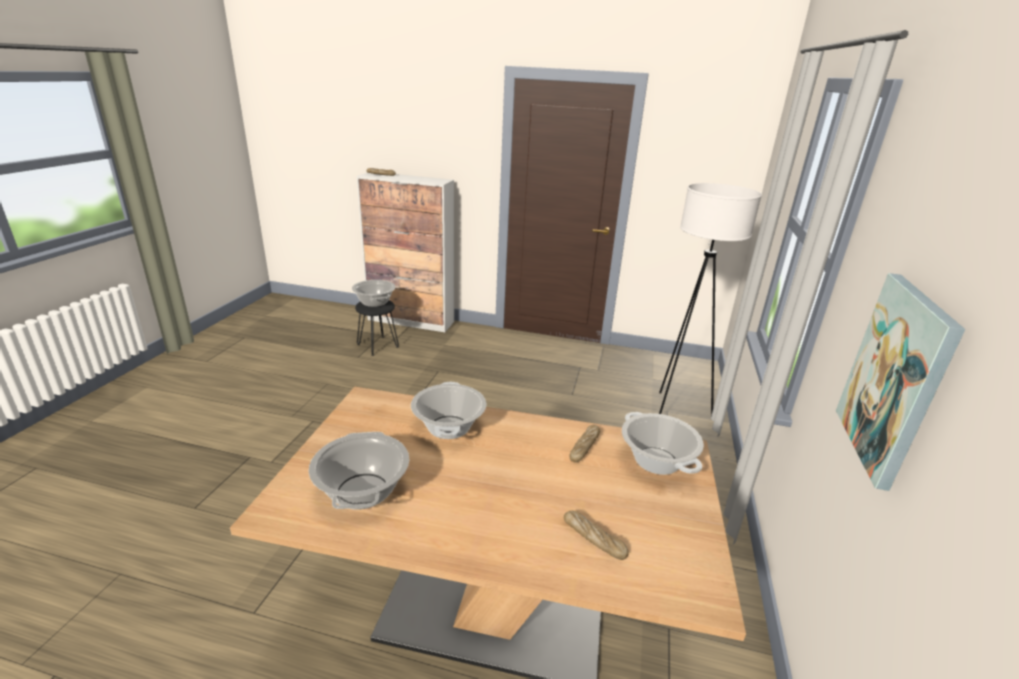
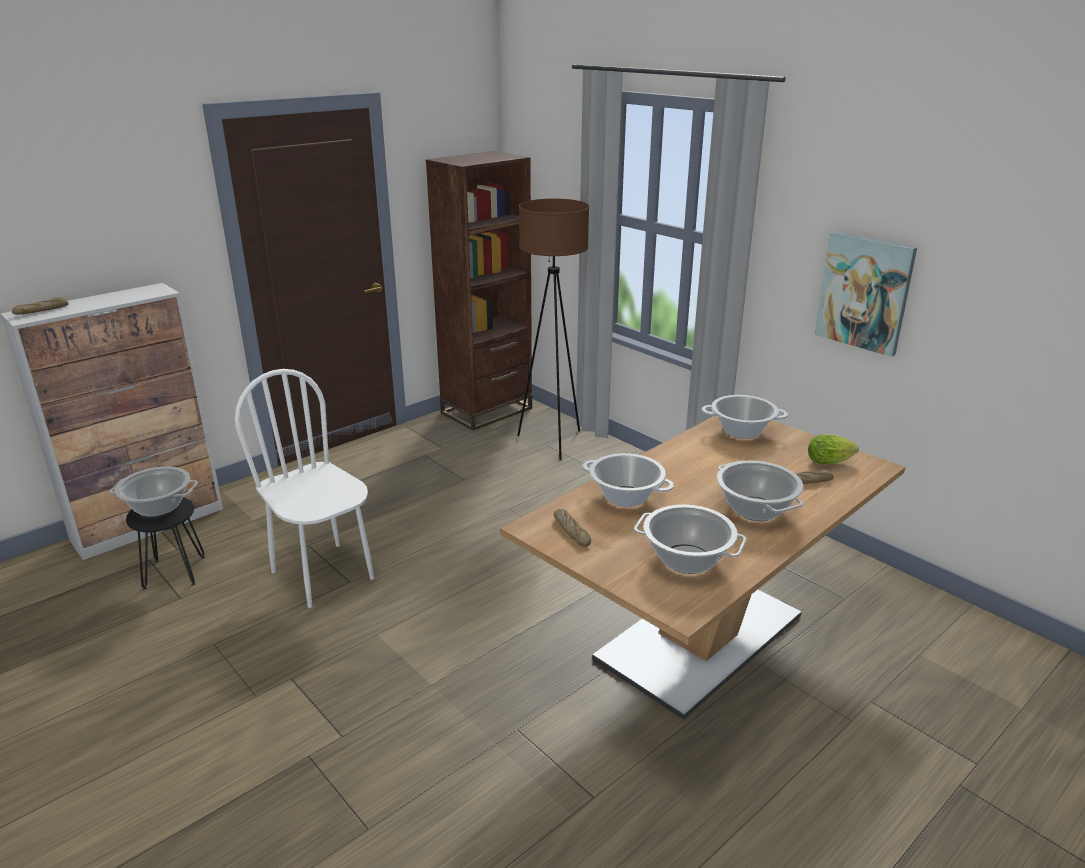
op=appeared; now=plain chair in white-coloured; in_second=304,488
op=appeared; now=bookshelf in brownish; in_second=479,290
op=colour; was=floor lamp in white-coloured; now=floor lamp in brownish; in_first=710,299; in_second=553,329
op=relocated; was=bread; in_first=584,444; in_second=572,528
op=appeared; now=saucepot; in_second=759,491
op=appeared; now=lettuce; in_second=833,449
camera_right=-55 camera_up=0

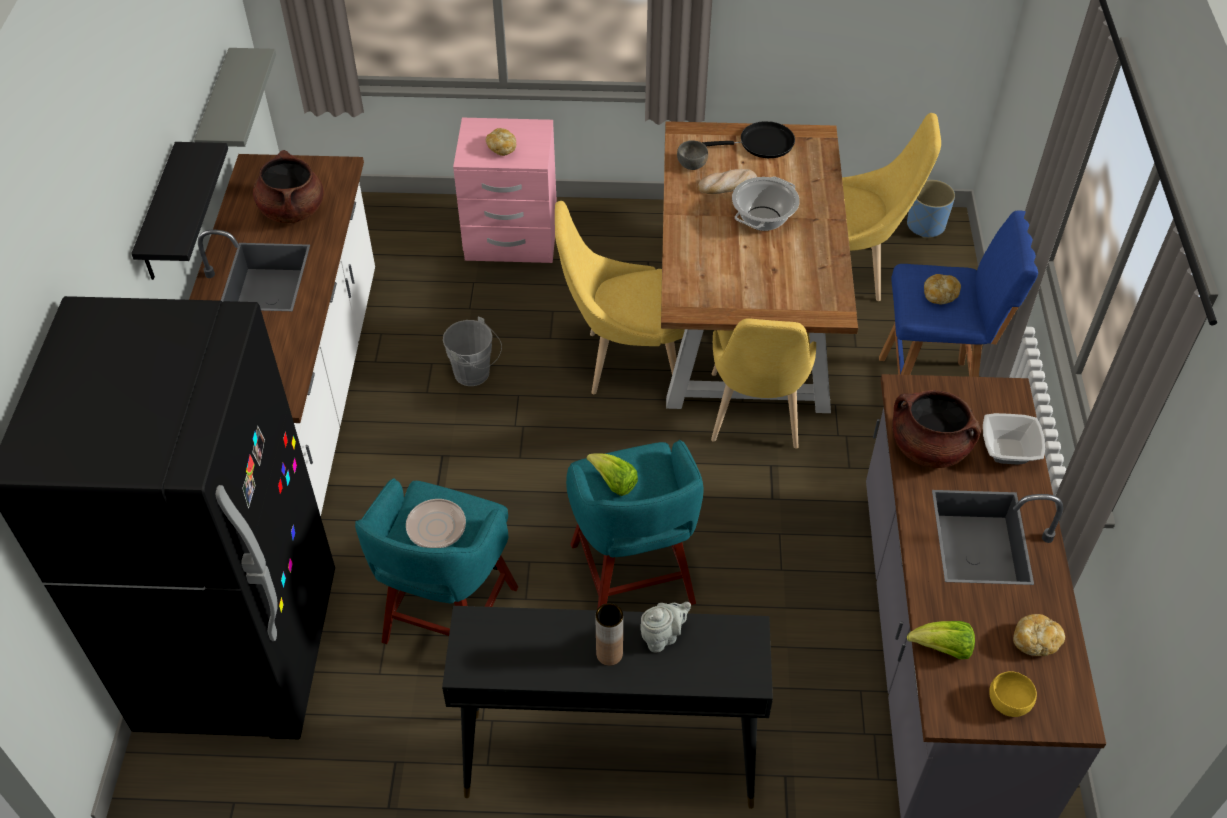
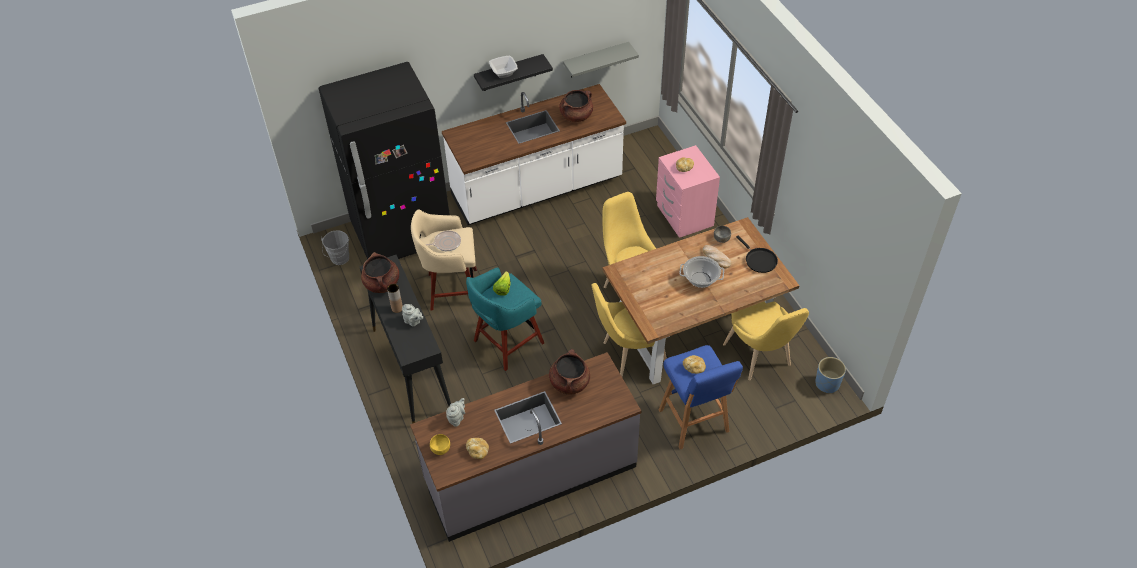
op=relocated; was=pail in gray; in_first=472,351; in_second=335,247
op=appeared; now=saucepot in brownish; in_second=380,272
op=colour; was=sitting stool in turquoise-coloured; now=sitting stool in beige; in_first=436,561; in_second=444,260
op=exchanged; was=lettuce; now=pot for tea in gray; in_first=941,640; in_second=455,412
op=relocated; was=serving bowl; in_first=1014,439; in_second=503,67
camera_right=65 camera_up=0

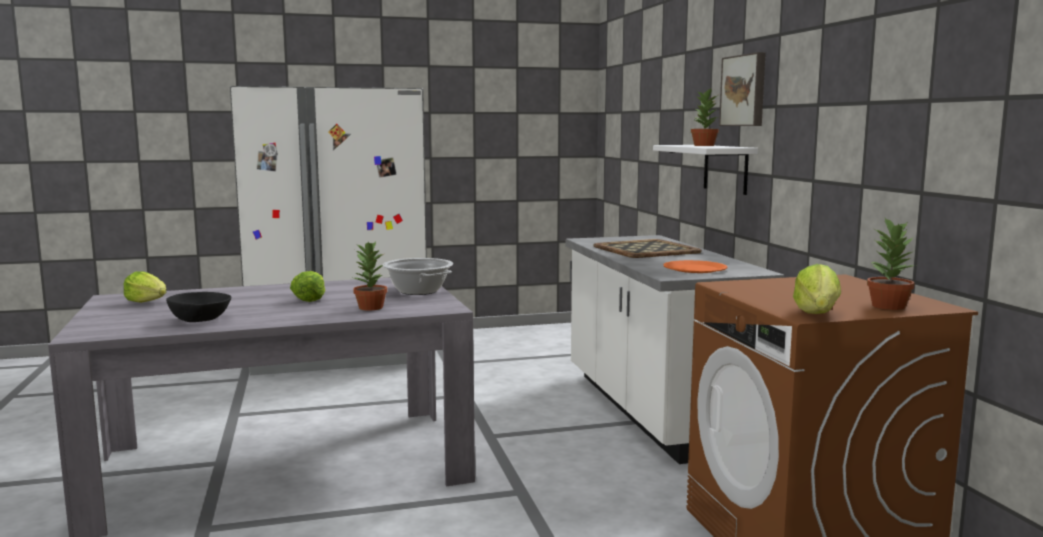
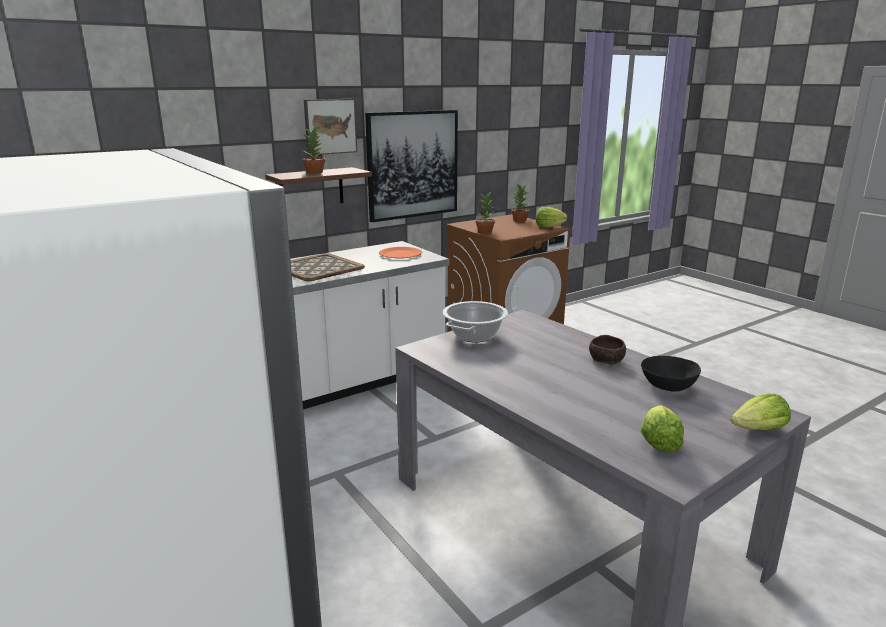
op=colour; was=bracket shelf in white-coloured; now=bracket shelf in brownish; in_first=705,170; in_second=318,185
op=appeared; now=wall picture; in_second=411,166
op=relocated; was=plant in a pot; in_first=370,276; in_second=485,213
op=appeared; now=serving bowl in brownish; in_second=607,350
op=relocated; was=lettuce; in_first=307,286; in_second=761,411
camera_right=-110 camera_up=10

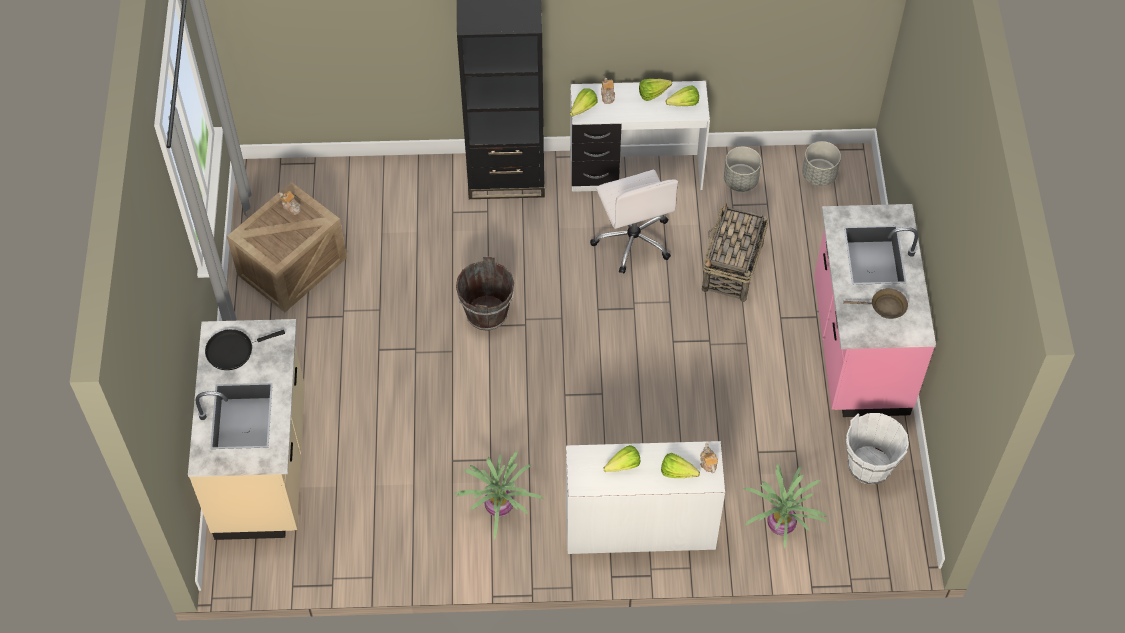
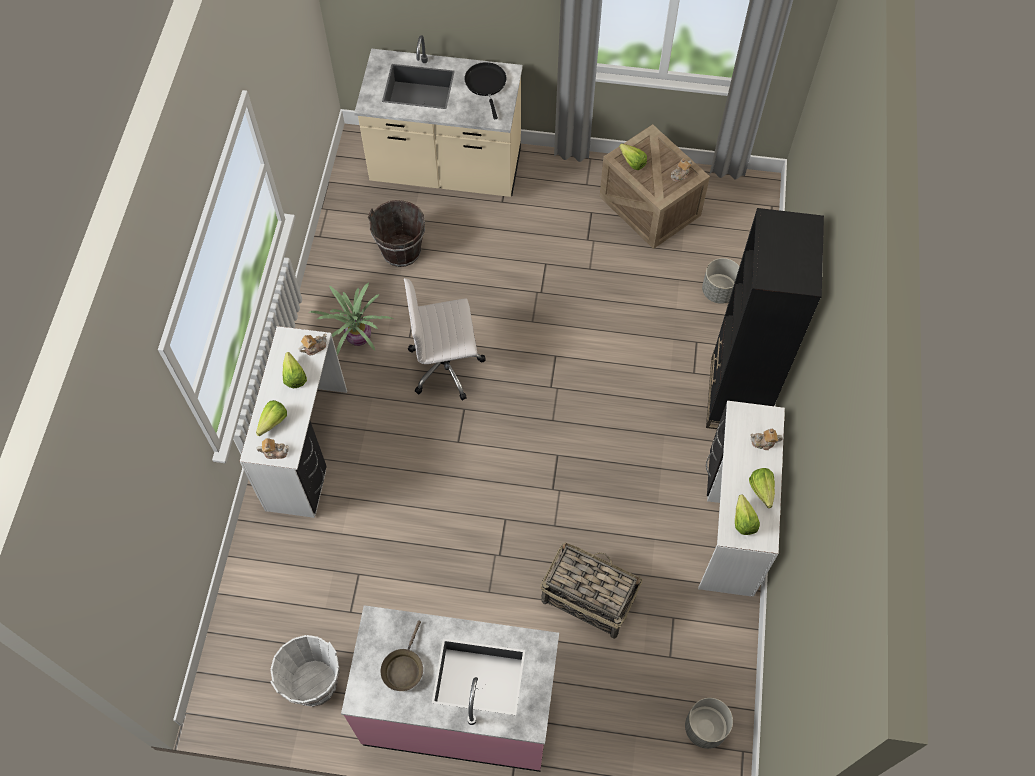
op=appeared; now=pot for tea; in_second=313,344
op=relocated; was=pail in brownish; in_first=485,293; in_second=396,233
op=relocated; was=computer chair in white-coloured; in_first=634,221; in_second=445,339
op=relocated; was=lettuce; in_first=583,102; in_second=633,156
op=relocated; was=plant pot in gray; in_first=742,169; in_second=720,281
op=missing; was=plant in a pot; in_first=785,506
camera_right=100 camera_up=5

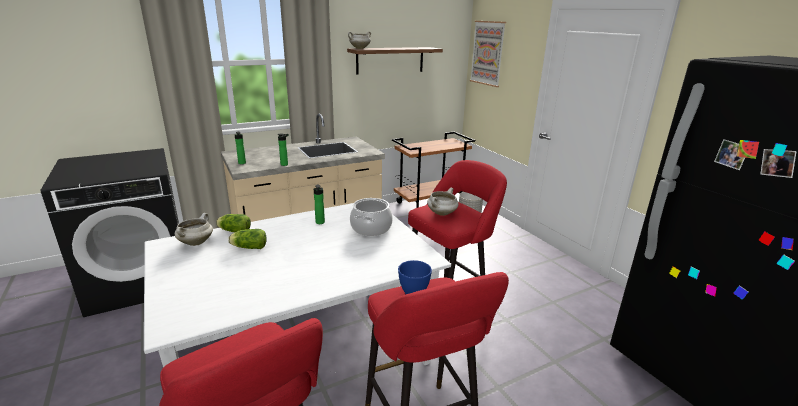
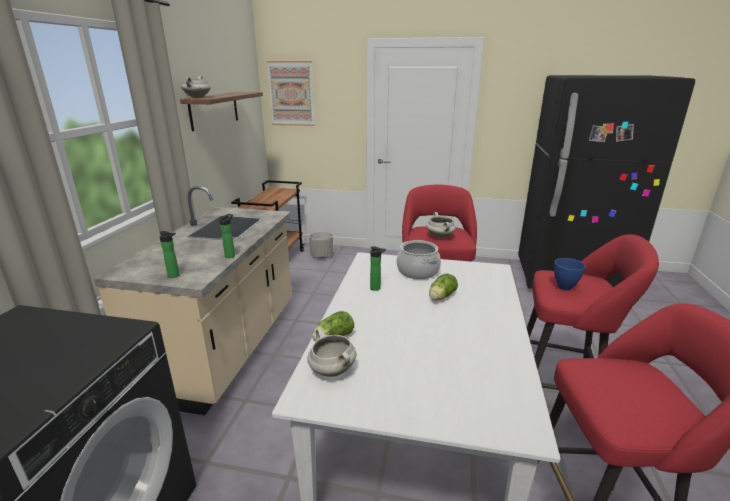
op=relocated; was=lettuce; in_first=247,239; in_second=443,287
camera_right=-50 camera_up=0

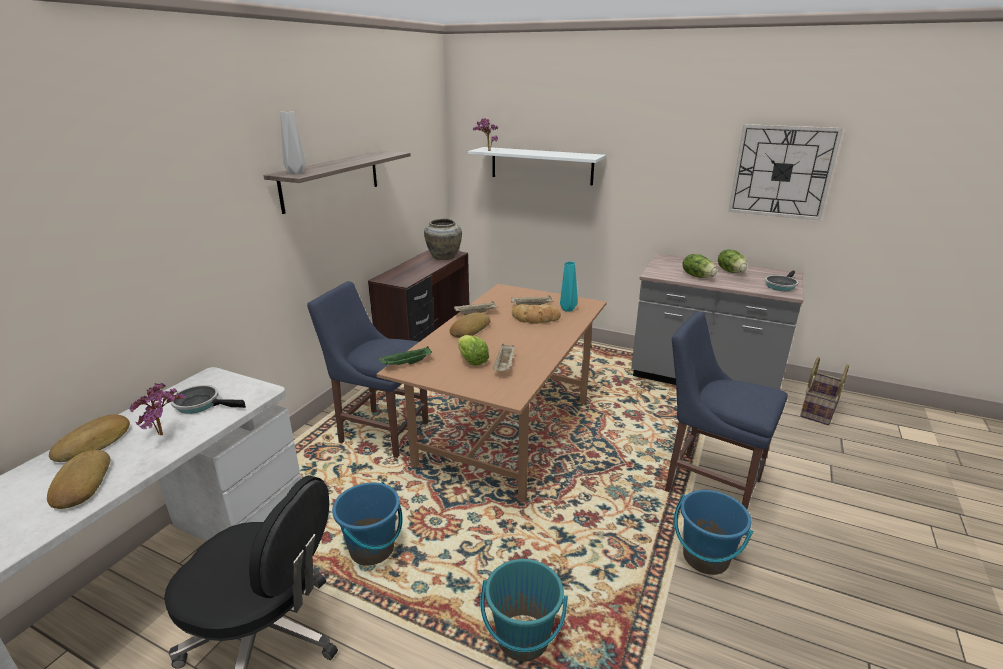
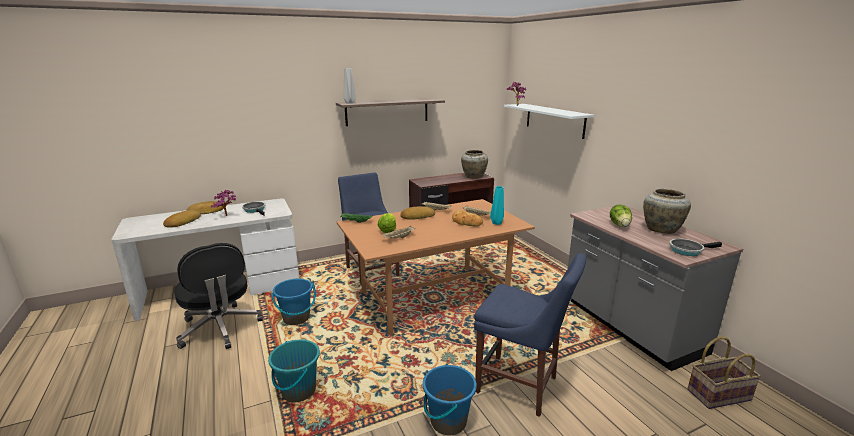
op=spun; was=plain chair in bluish; in_first=726,410; in_second=530,335; clockwise=135
op=exchanged; was=lettuce; now=flower vase in beige; in_first=732,261; in_second=667,211
op=missing; was=hanging clock; in_first=785,172
camera_right=40 camera_up=-5

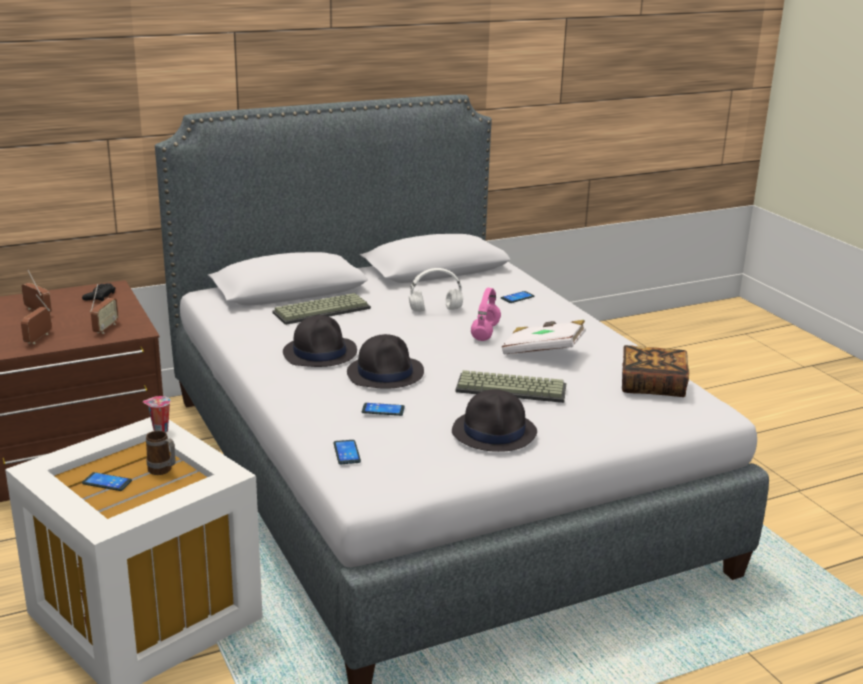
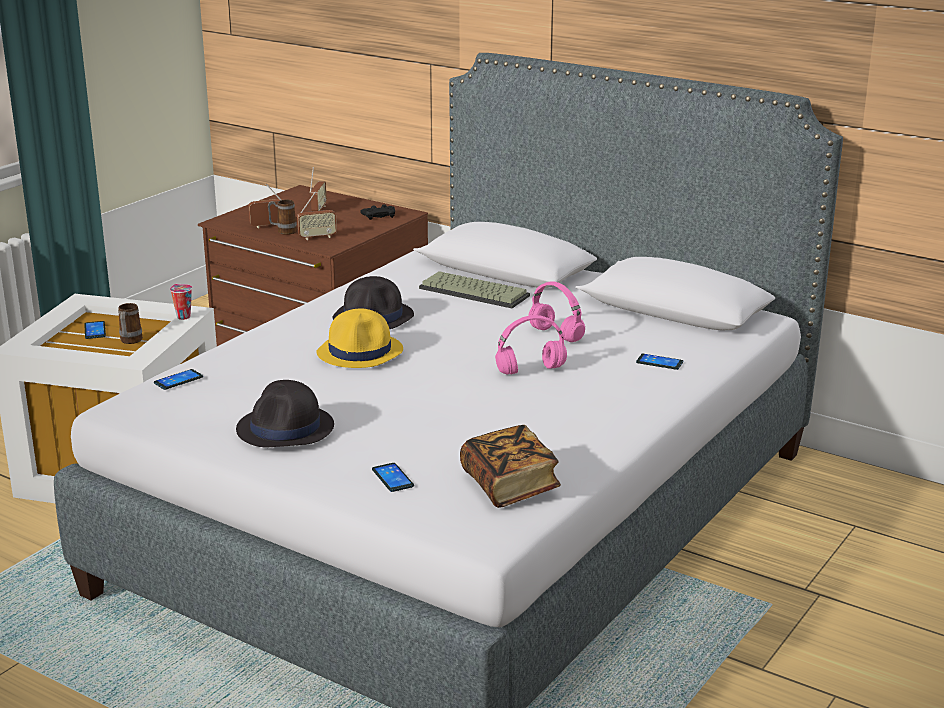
op=appeared; now=coffee mug; in_second=282,217
op=colour; was=wearable hat in blackish; now=wearable hat in yellowish; in_first=385,361; in_second=359,338
op=relocated; was=handset; in_first=383,409; in_second=393,477
op=colour; was=headset in white-coloured; now=headset in pinkish; in_first=436,290; in_second=556,311
op=missing; was=keyboard; in_first=510,386
op=missing; was=book in white-coloured; in_first=544,337
camera_right=60 camera_up=0

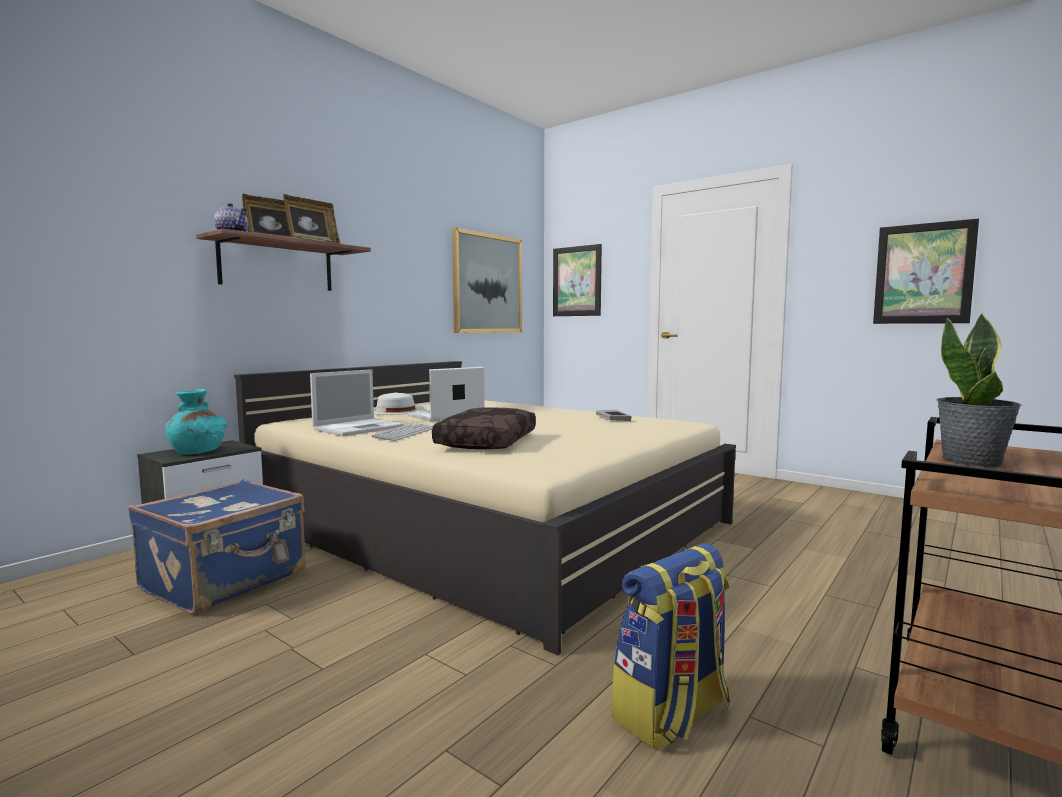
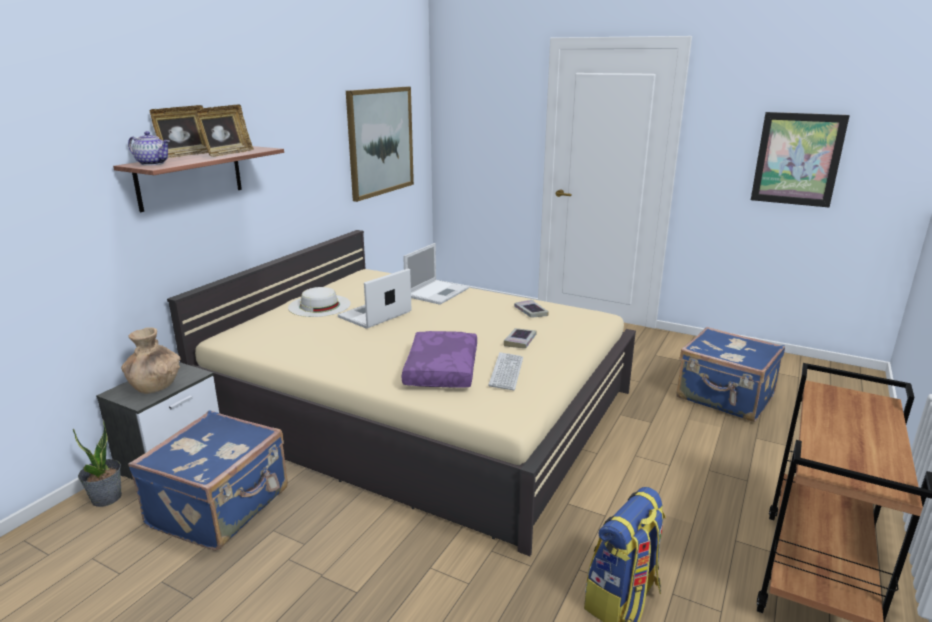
op=relocated; was=plant in a pot; in_first=979,390; in_second=97,463
op=colour; was=flower vase in turquoise-coloured; now=flower vase in brownish; in_first=196,422; in_second=151,360
op=colour; was=pillow in brownish; now=pillow in purple; in_first=484,428; in_second=439,359
op=relocated; was=laptop; in_first=357,402; in_second=436,274
op=relocated; was=keyboard; in_first=402,432; in_second=506,371
op=appeared; now=book; in_second=520,338
op=appeared; now=suitcase in bluish; in_second=730,374
op=missing; was=wall picture; in_first=577,280
camera_right=-10 camera_up=15

